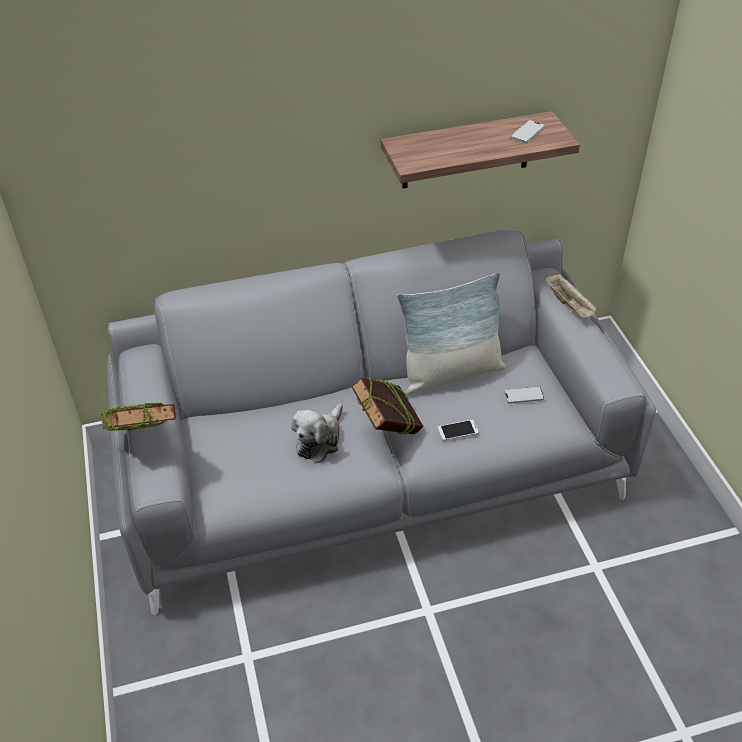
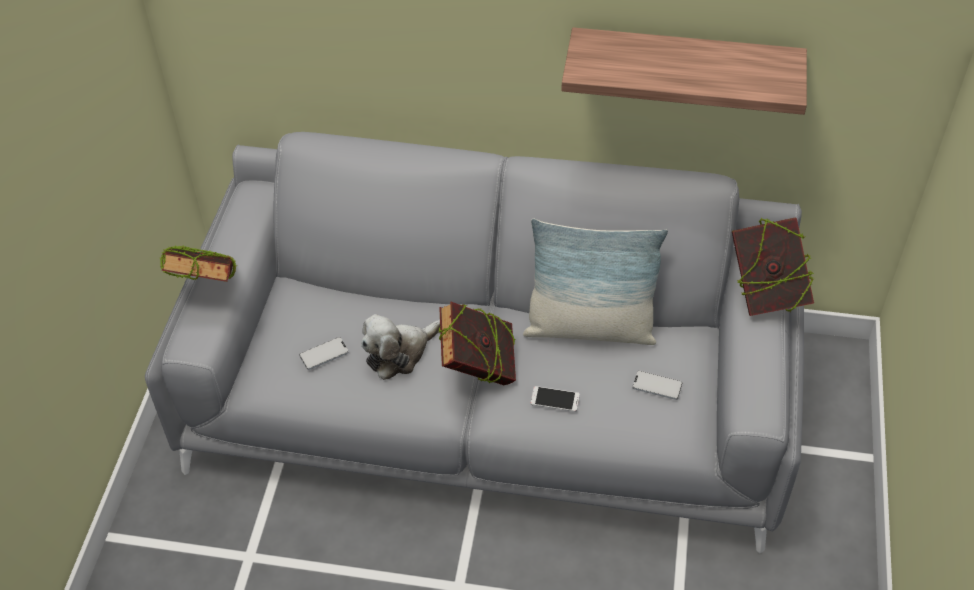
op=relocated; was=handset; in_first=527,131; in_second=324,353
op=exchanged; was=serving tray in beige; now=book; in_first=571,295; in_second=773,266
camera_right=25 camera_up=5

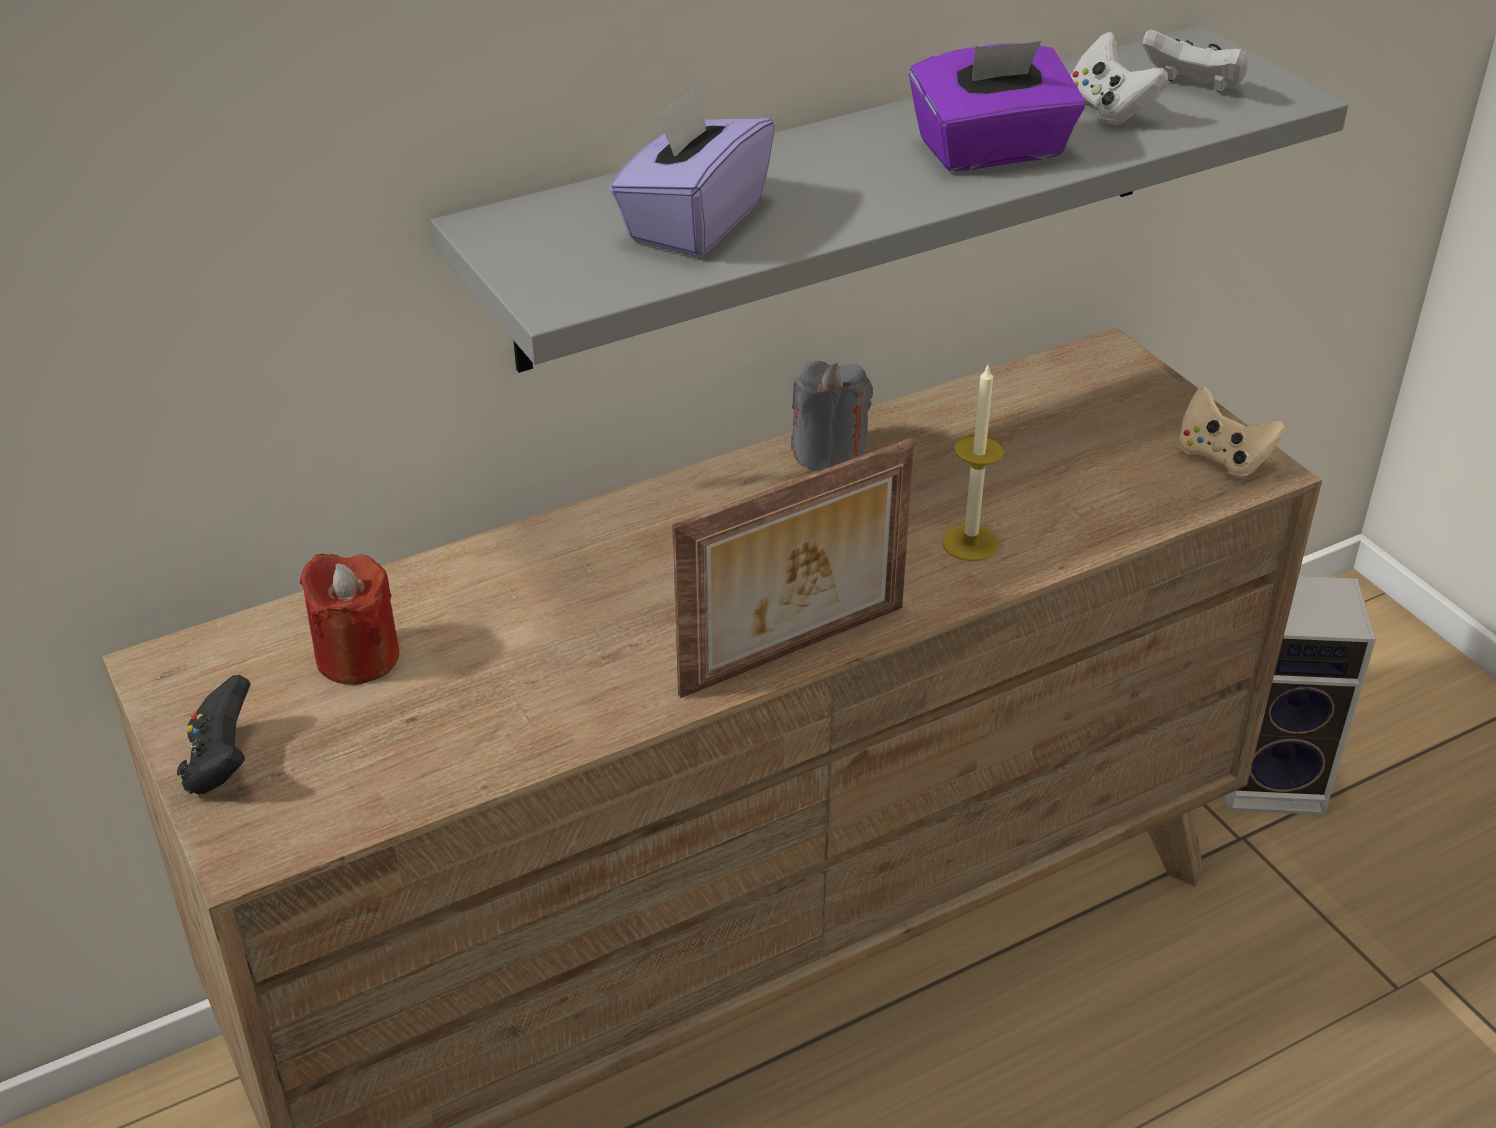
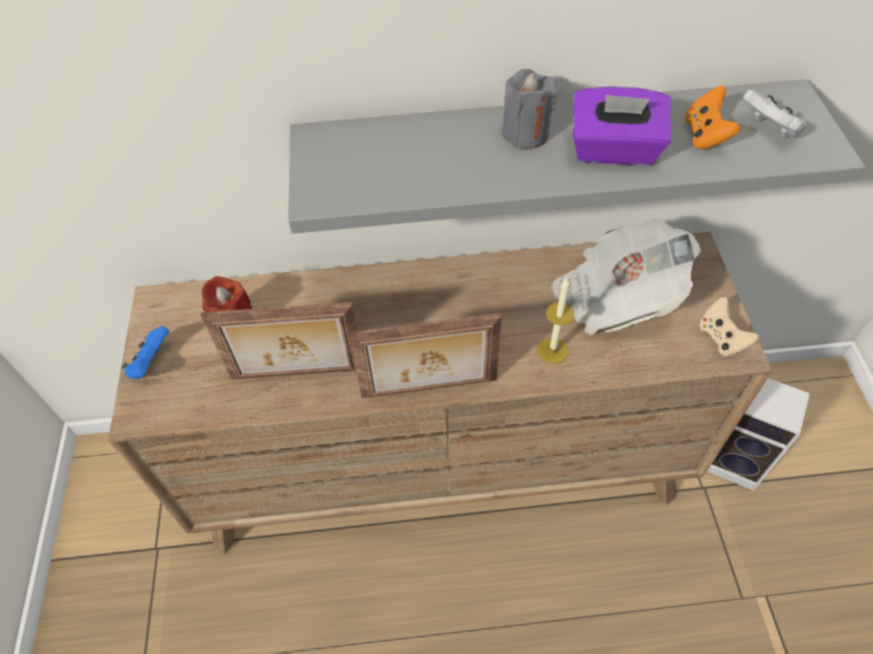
op=colour; was=joypad in blackish; now=joypad in bluish; in_first=214,734; in_second=145,352
op=appeared; now=standing frame; in_second=279,340
op=relocated; was=candle in gray; in_first=832,416; in_second=529,109
op=appeared; now=newspaper; in_second=626,276
op=colour; was=joypad in white-coloured; now=joypad in orangey; in_first=1119,78; in_second=713,117
op=missing; was=tissue holder in purple; in_first=692,171
camera_right=25 camera_up=15

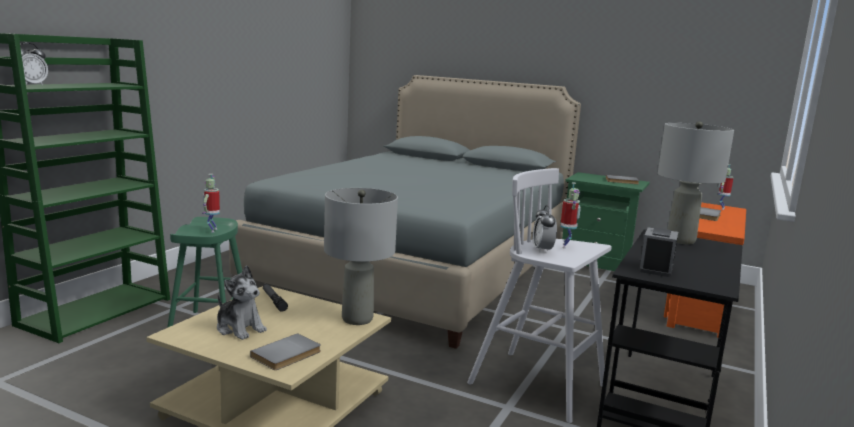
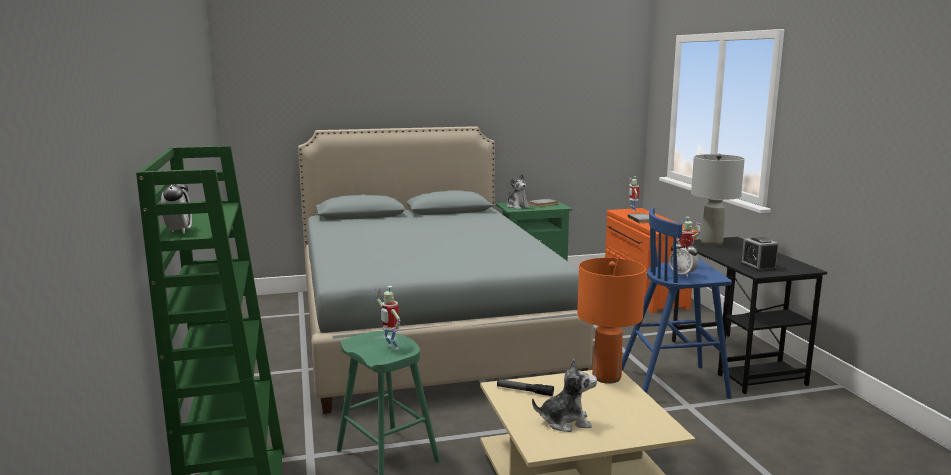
op=appeared; now=soft toy; in_second=518,192
op=colour; was=lamp for a table in gray; now=lamp for a table in orangey; in_first=361,256; in_second=611,321
op=colour; was=sitting stool in white-coloured; now=sitting stool in bluish; in_first=539,295; in_second=677,303
op=missing; was=book in gray; in_first=285,351
camera_right=-40 camera_up=0

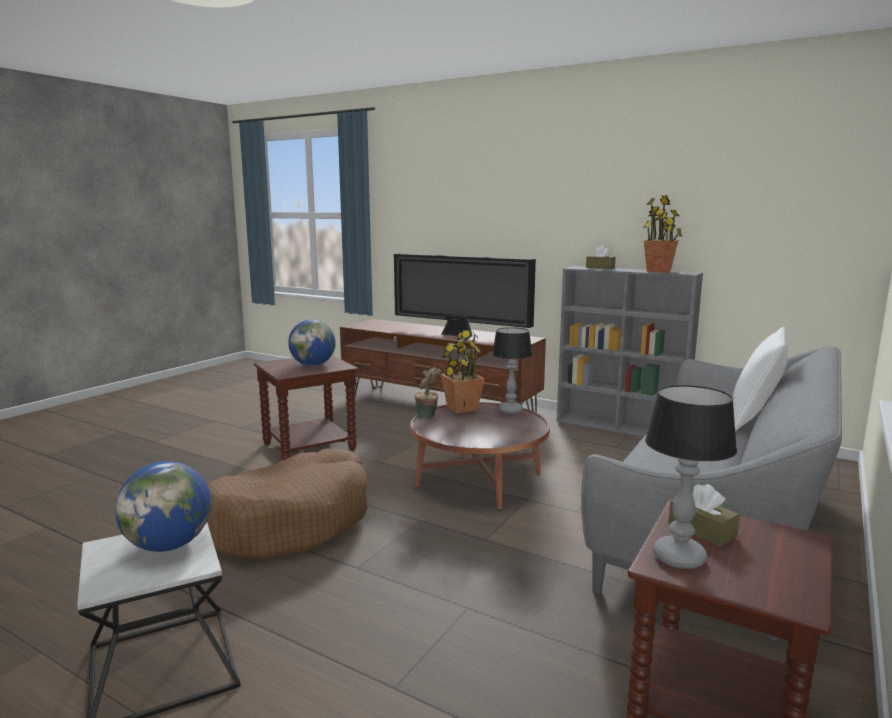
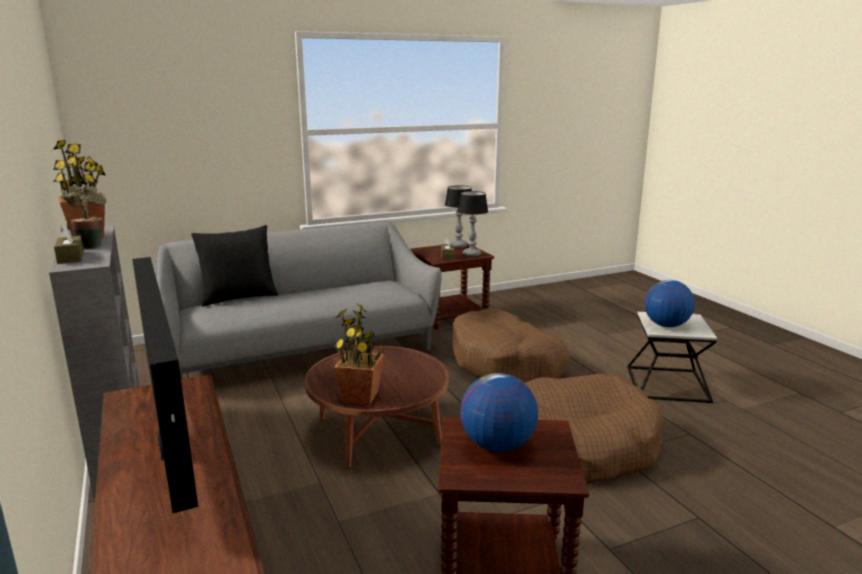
op=relocated; was=plant in a pot; in_first=428,392; in_second=84,216
op=colour; was=pillow in white-coloured; now=pillow in blackish; in_first=760,379; in_second=234,265
op=relocated; was=lamp for a table; in_first=512,370; in_second=458,216
op=appeared; now=dog bed in brownish; in_second=511,345
camera_right=-145 camera_up=5

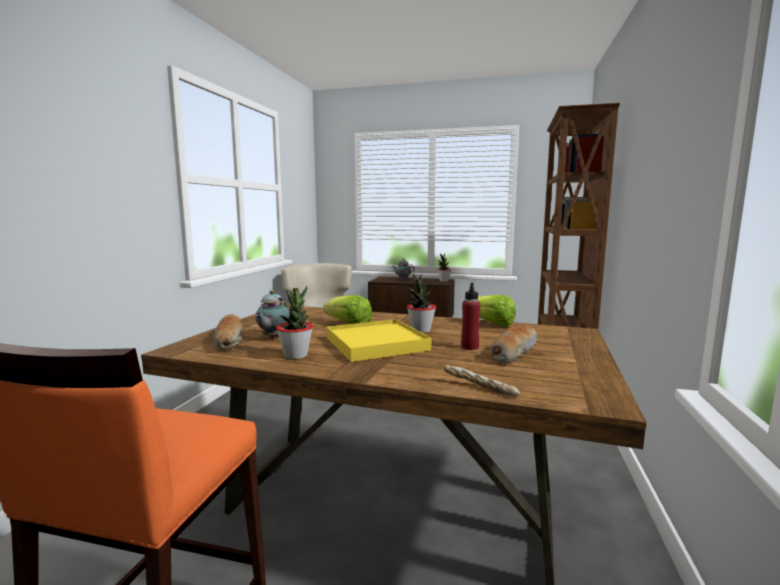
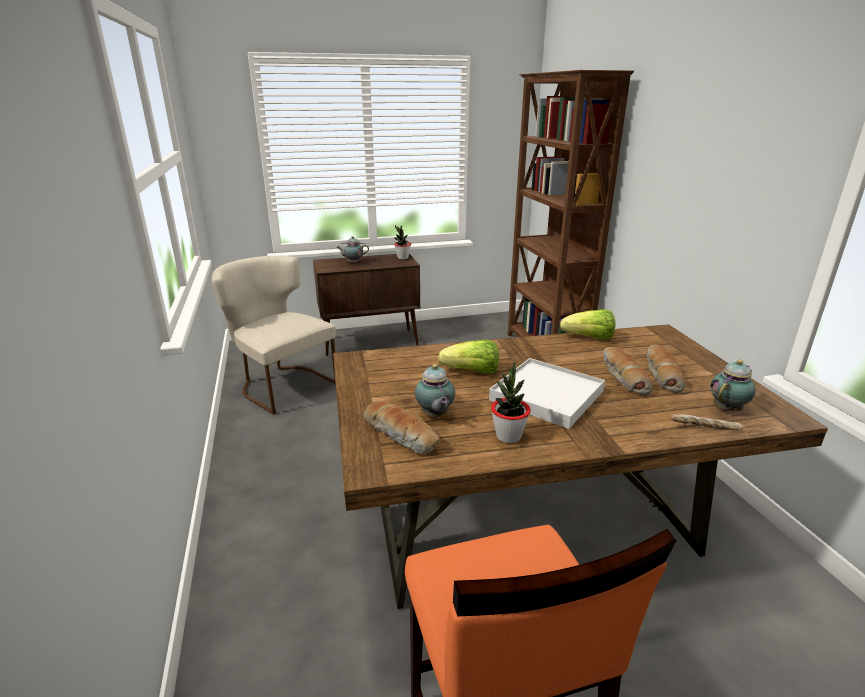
op=colour; was=serving tray in yellowish; now=serving tray in white-coloured; in_first=378,340; in_second=547,393
op=exchanged; was=beverage bottle in red; now=bread; in_first=470,316; in_second=627,371
op=appeared; now=pot for tea; in_second=733,385
op=missing; was=plant in a pot; in_first=421,303
camera_right=-30 camera_up=15

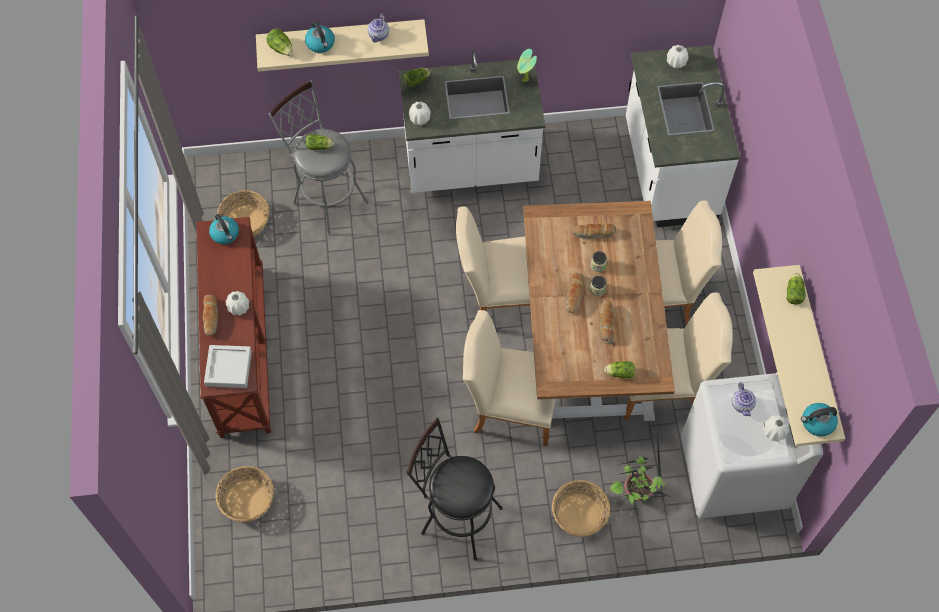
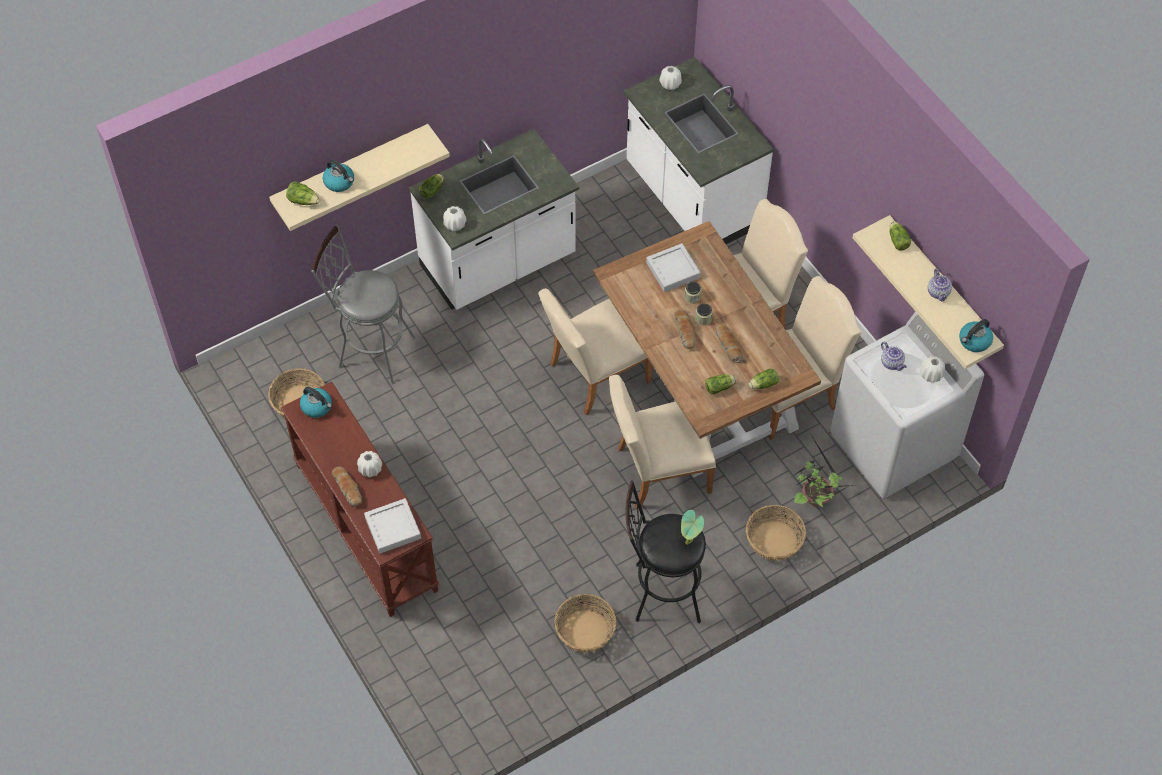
op=relocated; was=basket; in_first=245,494; in_second=585,623
op=exchanged; was=bread; now=serving tray in gray; in_first=594,231; in_second=673,267
op=relocated; was=plant in a pot; in_first=527,65; in_second=692,527
op=relocated; was=lettuce; in_first=320,142; in_second=720,384
op=relocated; was=pot for tea; in_first=378,28; in_second=940,285
camera_right=-25 camera_up=-5

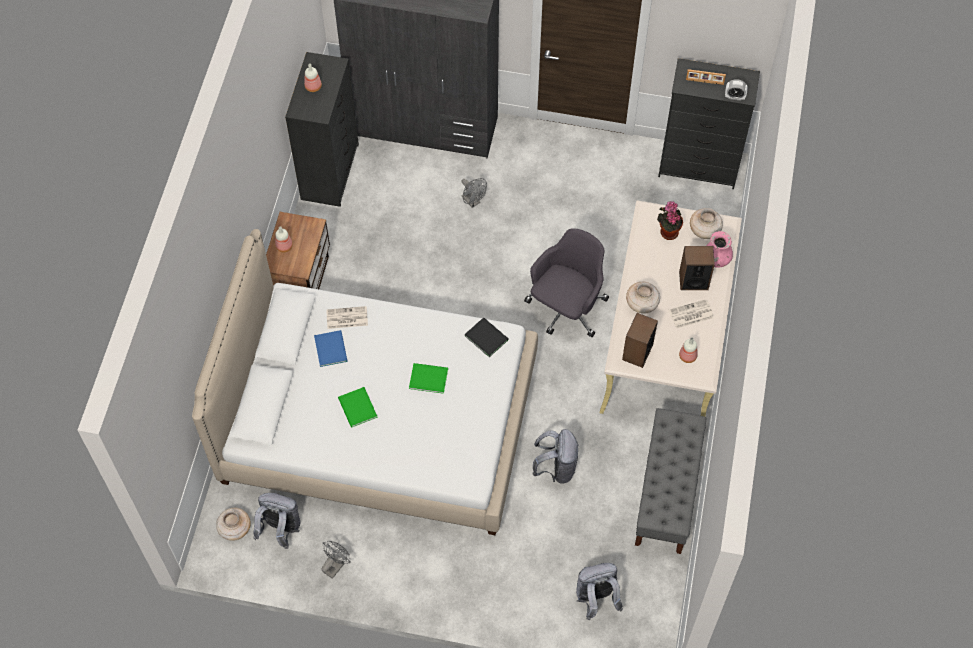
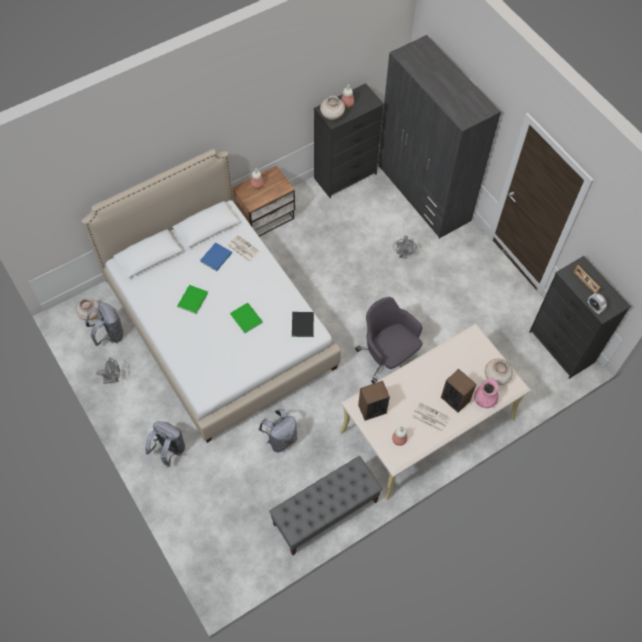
op=relocated; was=rucksack in gray; in_first=599,591; in_second=165,444
op=relocated; was=flower vase in beige; in_first=643,298; in_second=332,108
op=spun; was=computer chair in gray; in_first=566,282; in_second=388,340; clockwise=-120
op=missing; was=plant in a pot; in_first=670,220
camera_right=45 camera_up=0

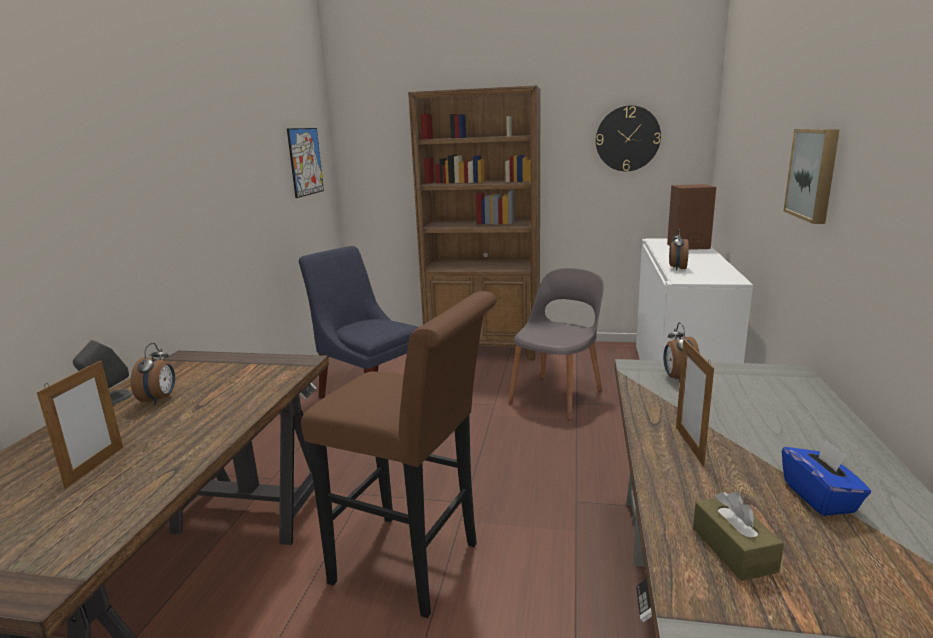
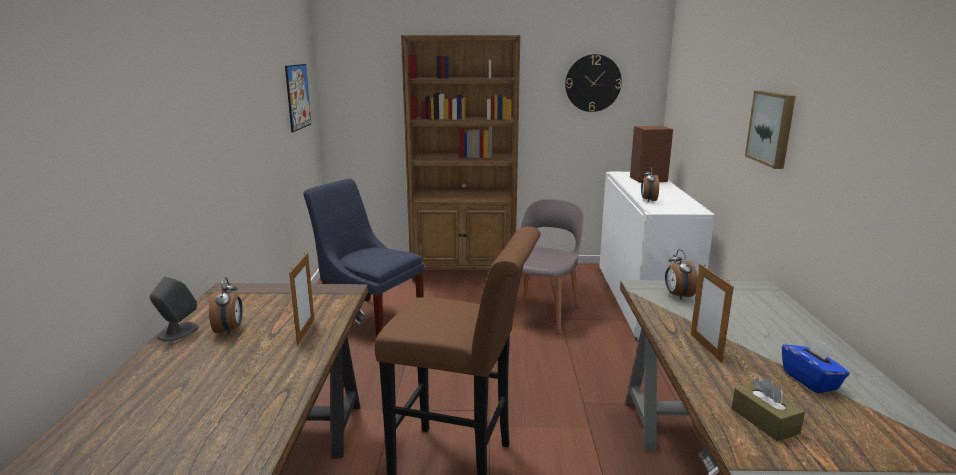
op=relocated; was=standing frame; in_first=80,424; in_second=302,299
camera_right=-10 camera_up=0

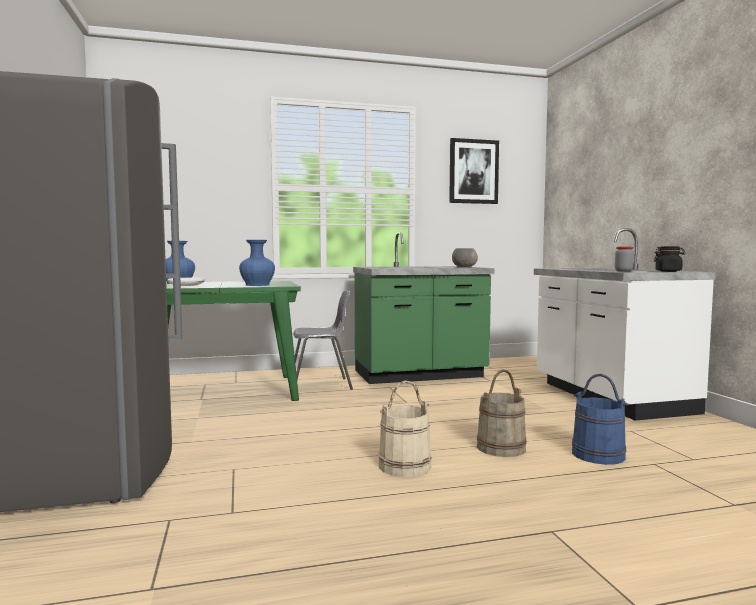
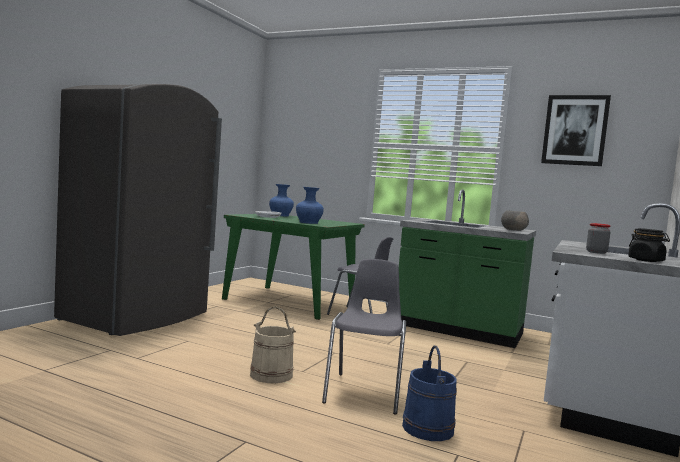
op=exchanged; was=pail in beige; now=plain chair in gray; in_first=502,413; in_second=364,336
camera_right=40 camera_up=0

